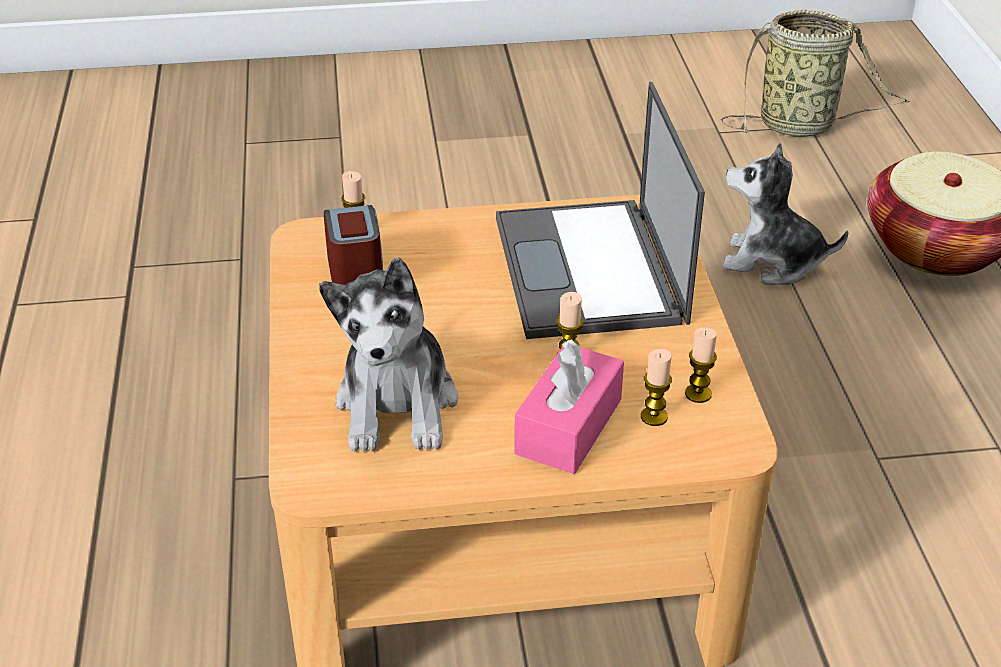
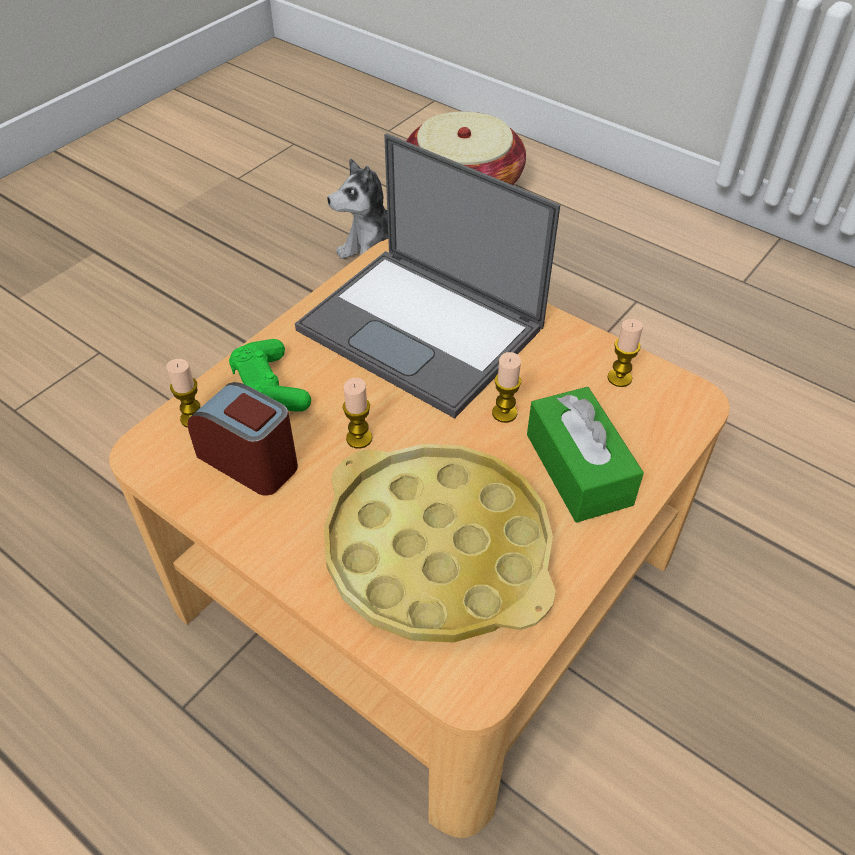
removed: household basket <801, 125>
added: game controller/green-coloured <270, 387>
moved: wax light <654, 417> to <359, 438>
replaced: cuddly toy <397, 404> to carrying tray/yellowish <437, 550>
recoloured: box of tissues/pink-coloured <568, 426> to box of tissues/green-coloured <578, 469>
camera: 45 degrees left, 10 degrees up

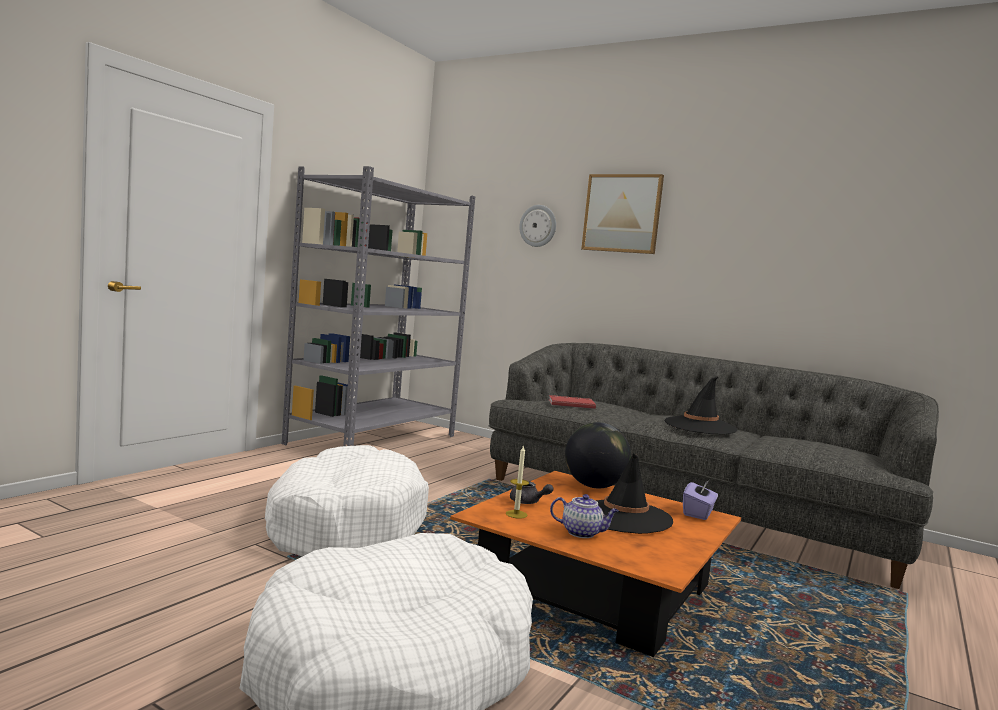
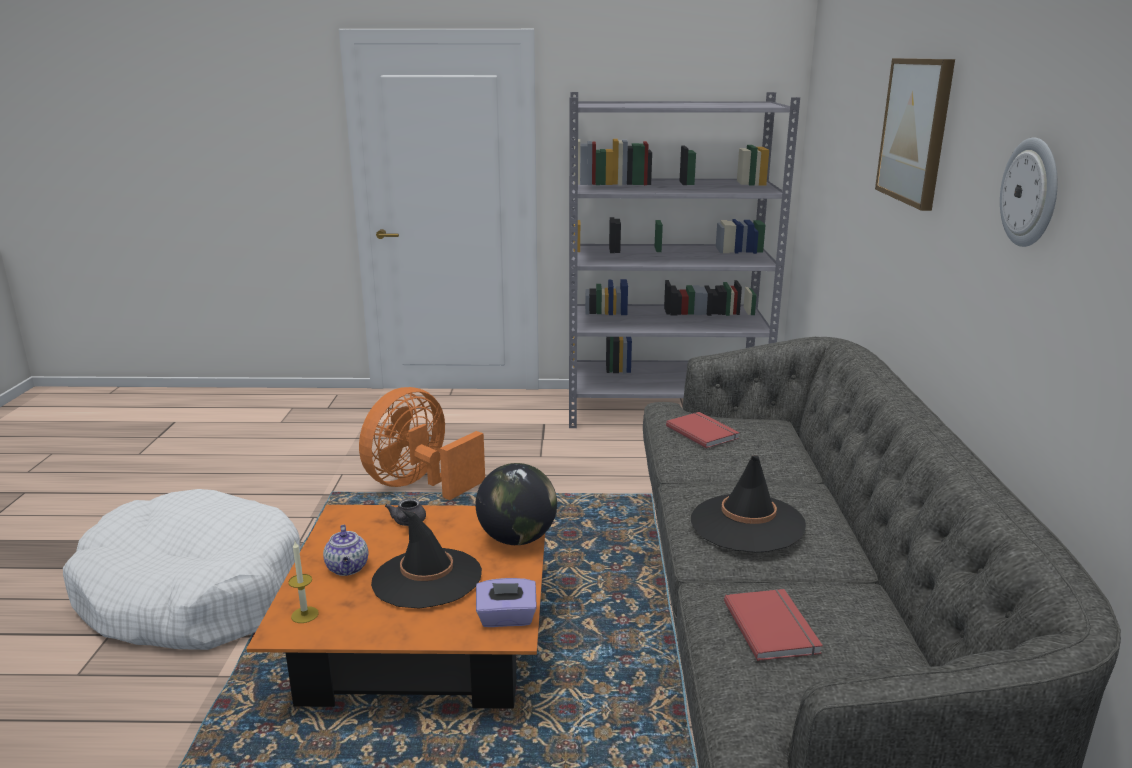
added: book/reddish <773, 627>
moved: clock on the wall <538, 226> to <1031, 192>; wax light <516, 514> to <304, 615>
replaced: pet bed/white <344, 525> to cooling fan/orange <419, 484>
camera: 60 degrees right, 15 degrees up

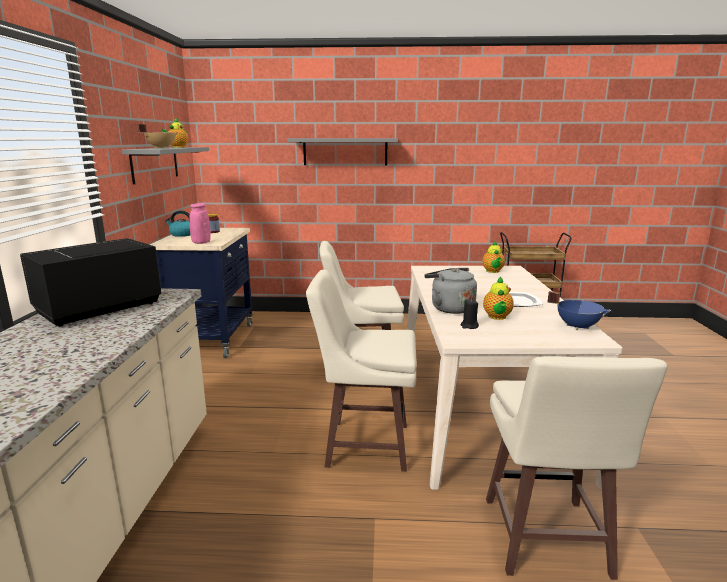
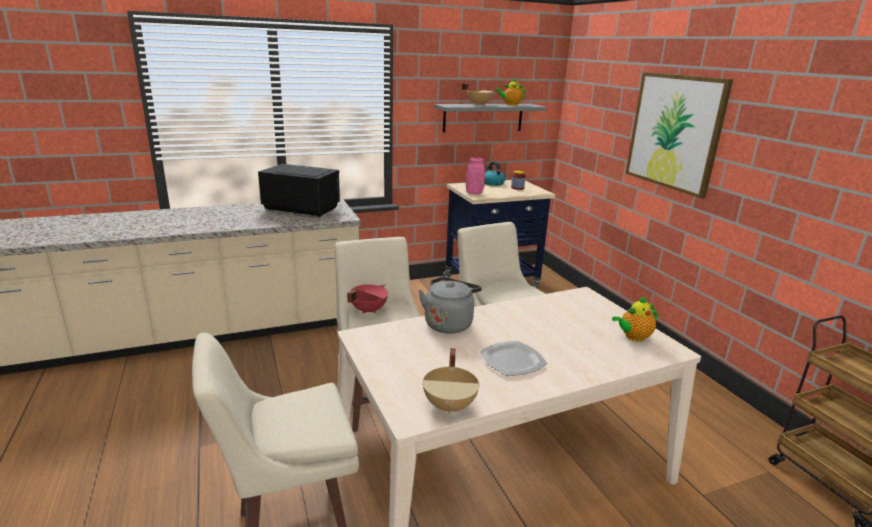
removed: teapot <497, 317>; wax light/blackish <469, 326>
added: cooking pot/reddish <368, 310>
replaced: wall shelf/greyish <345, 151> to wall picture <674, 132>
recoloured: cooking pot/blue <577, 326> to cooking pot/beige-coloured <450, 405>
camera: 65 degrees right, 5 degrees up

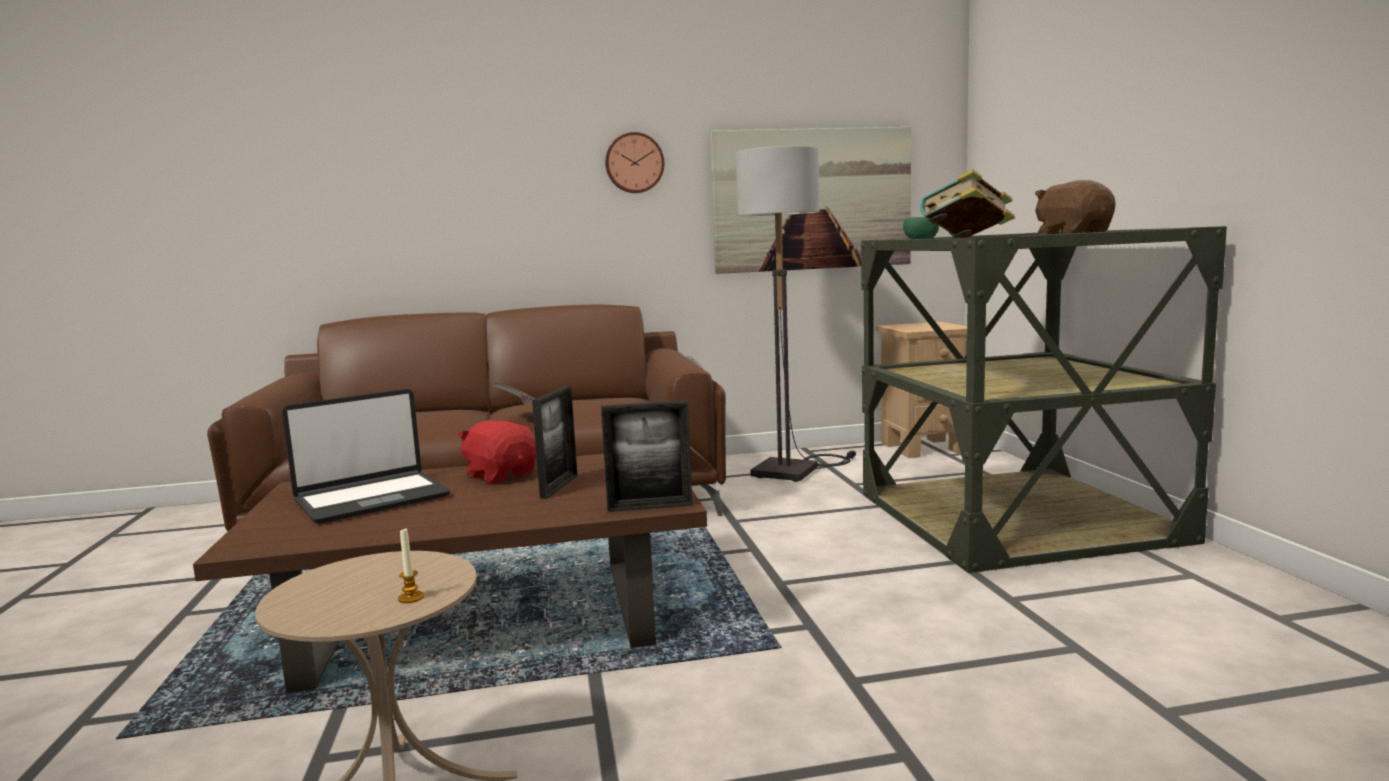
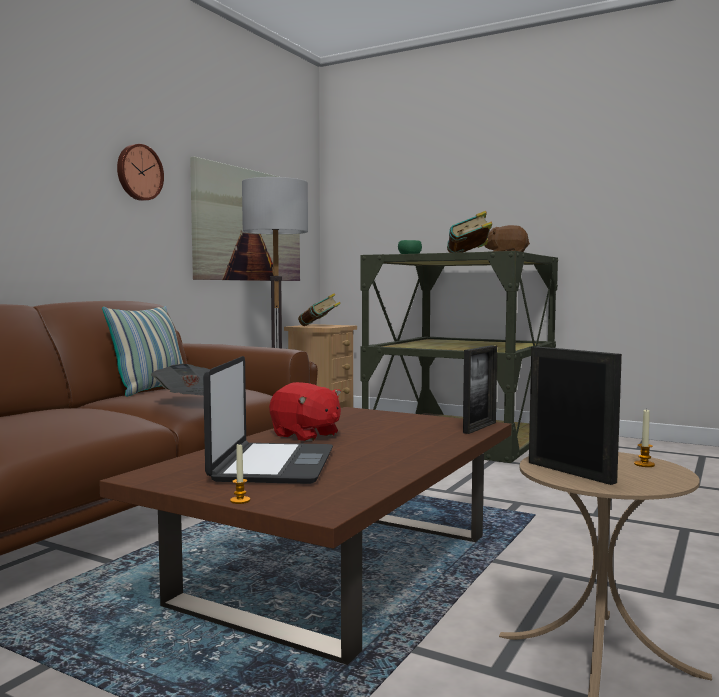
added: book <319, 326>; throw pillow <150, 389>; wax light <240, 500>
moved: picture frame <559, 486> to <570, 472>
turned: cuddly toy/reddish <501, 475> = <305, 435> 135 degrees counterclockwise
camera: 50 degrees left, 5 degrees down

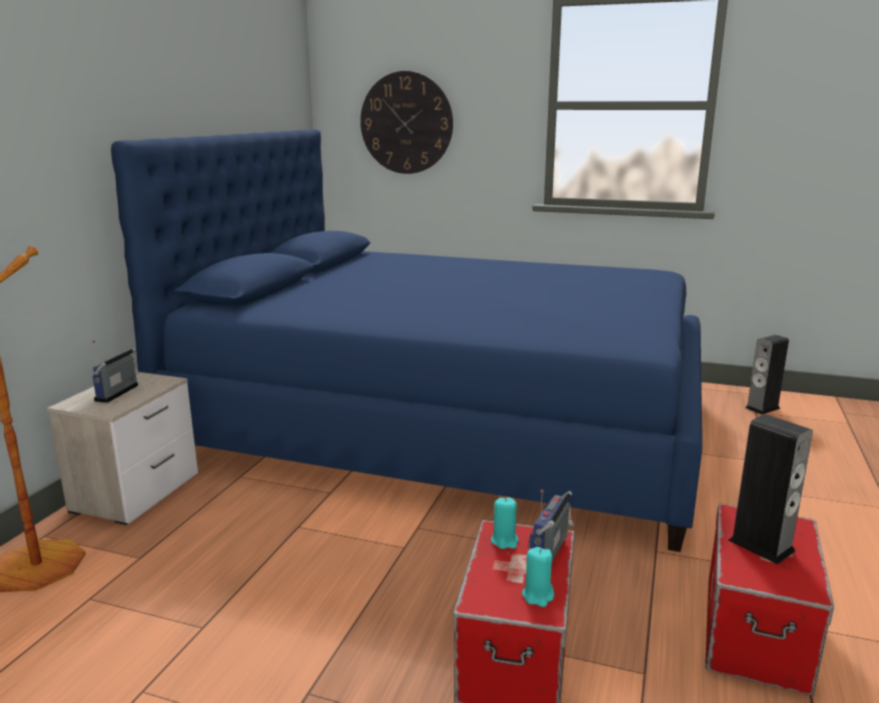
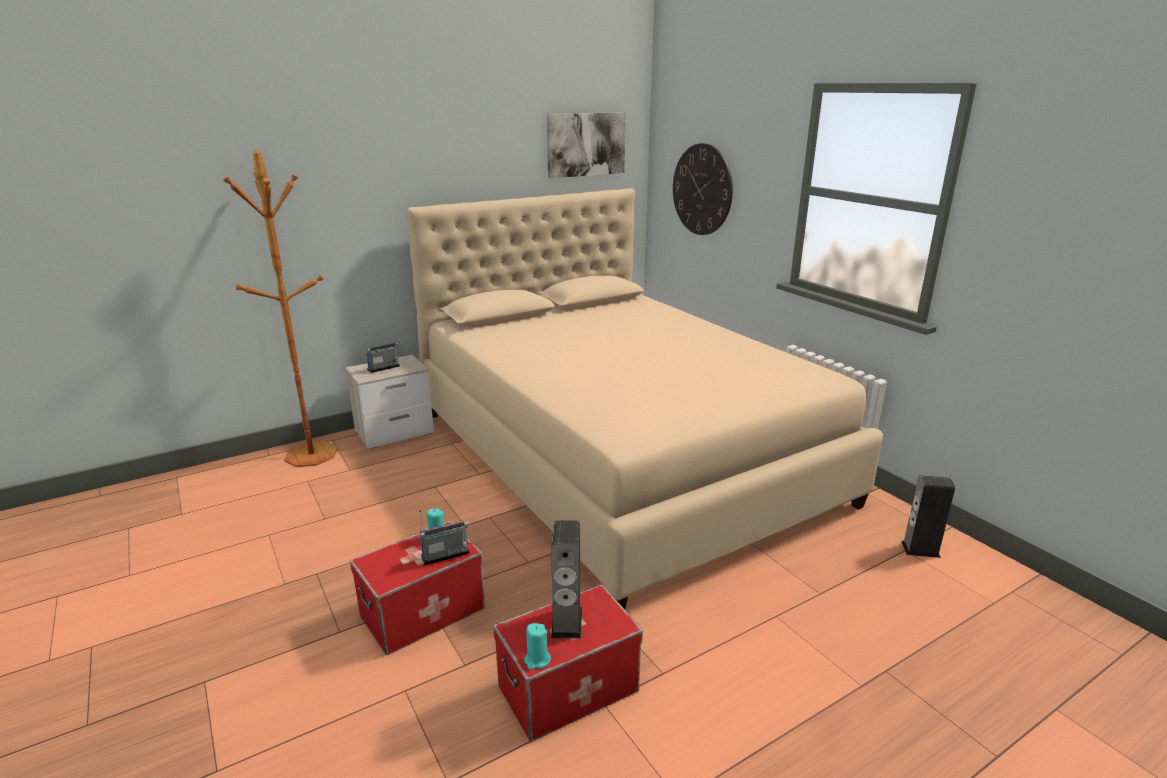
added: wall picture <586, 144>
moved: wax light/turquoise <538, 596> to <537, 660>
recoloured: sleeping bed/blue <446, 423> to sleeping bed/beige-coloured <620, 455>
camera: 40 degrees right, 5 degrees up

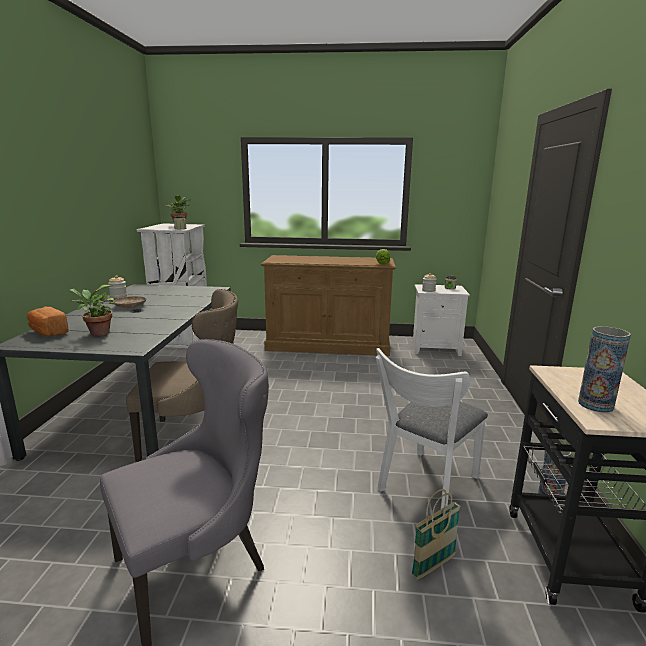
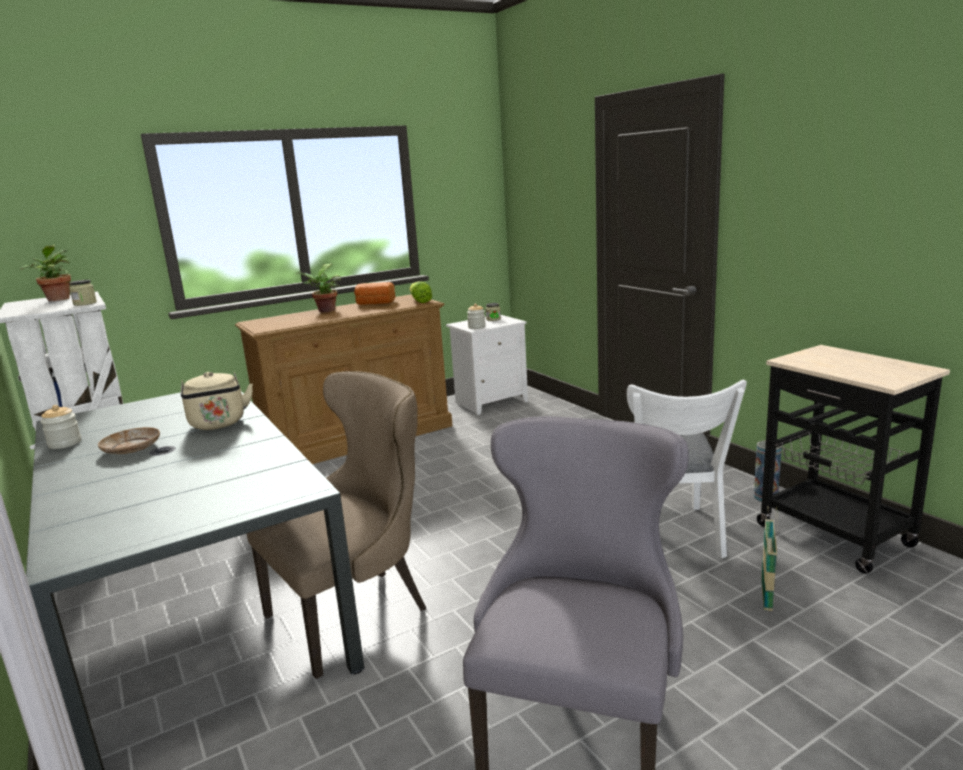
removed: flower vase <595, 405>
added: tea kettle/beige-coloured <218, 424>
moved: houseplant <97, 333> to <325, 311>; bread <48, 332> to <374, 304>
camera: 35 degrees left, 0 degrees up

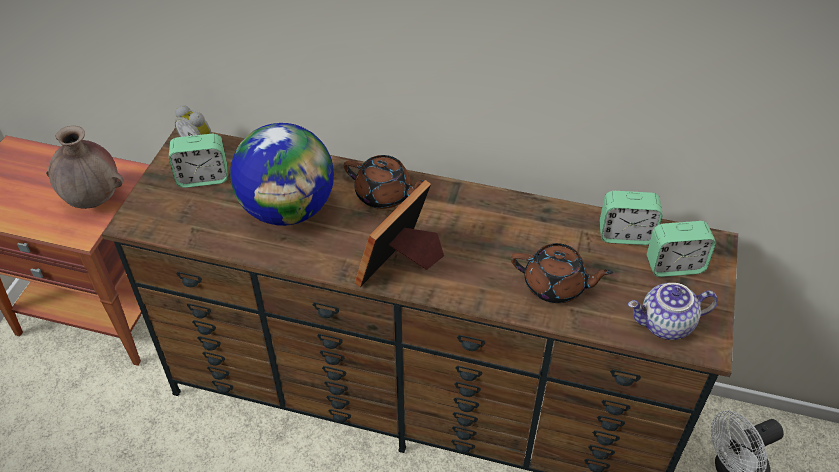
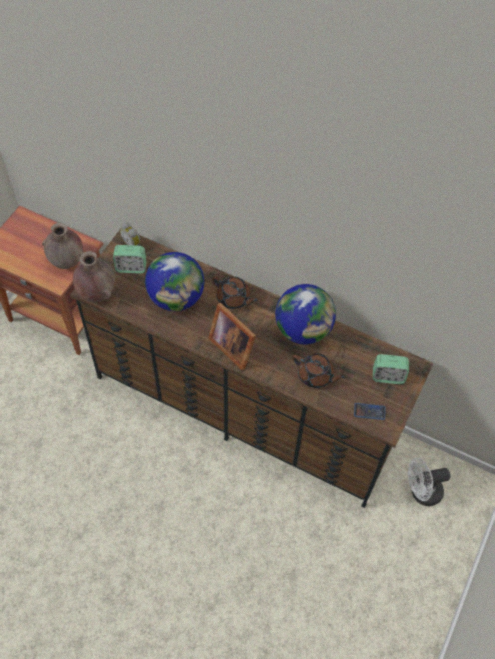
removed: bedside clock <625, 234>
added: flower vase/brown-coloured <97, 293>; globe <303, 329>
replaced: teapot <665, 325> to telephone <369, 411>
turned: picture frame <401, 264> = <233, 345> 90 degrees counterclockwise
camera: 10 degrees right, 10 degrees up

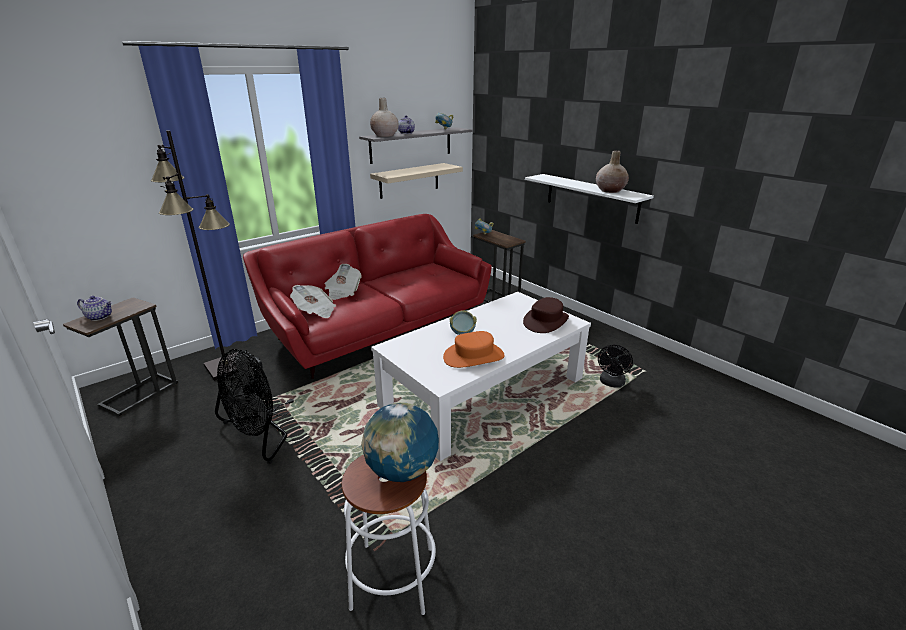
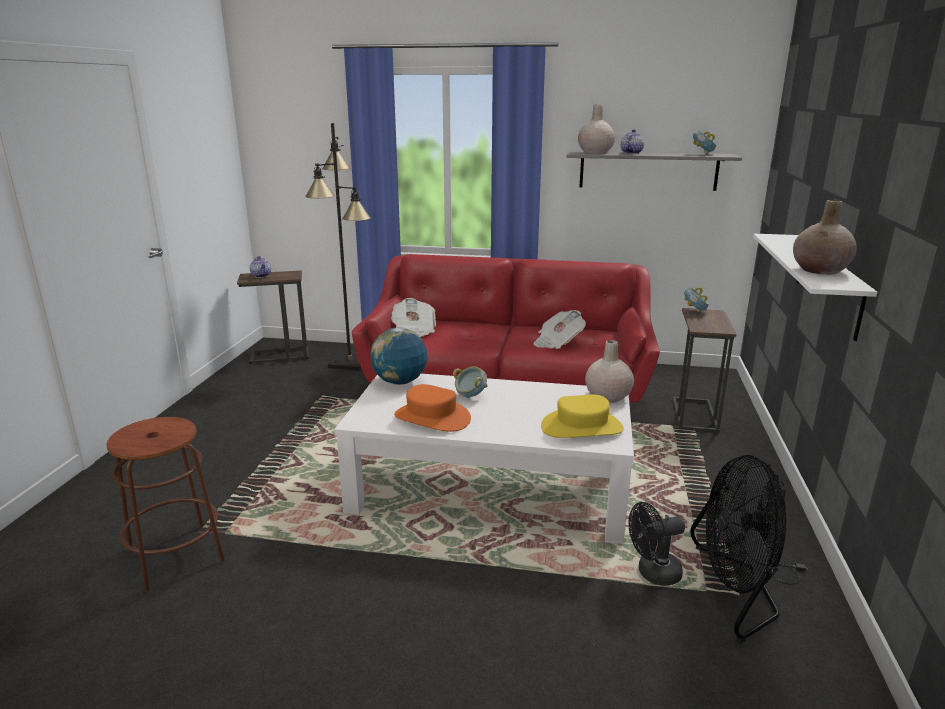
removed: wall shelf/beige-coloured <409, 180>
added: flower vase/beige-coloured <607, 396>
moved: newspaper <342, 291> to <557, 342>; cooling fan/blackish <261, 431> to <742, 588>; globe <402, 470> to <399, 382>
recoloured: clothing hat/brown-coloured <546, 321> to clothing hat/yellowish <581, 427>; stool/white <392, 577> to stool/brown-coloured <176, 556>
camera: 50 degrees right, 5 degrees down

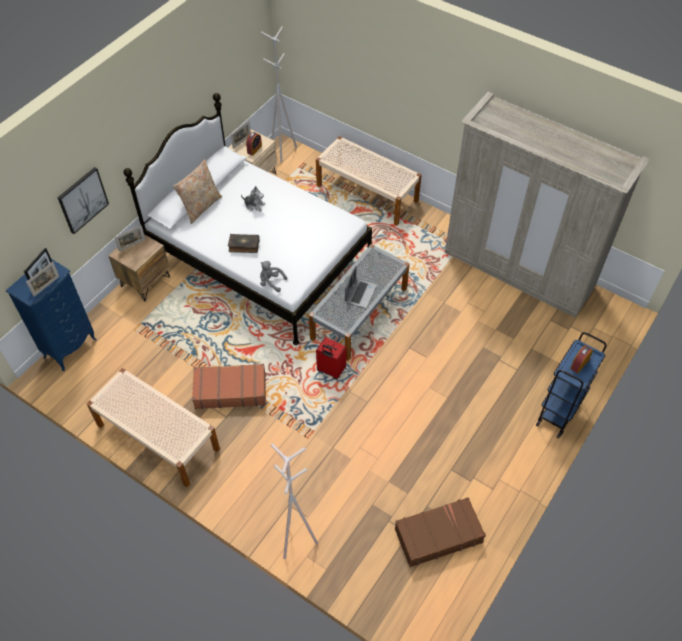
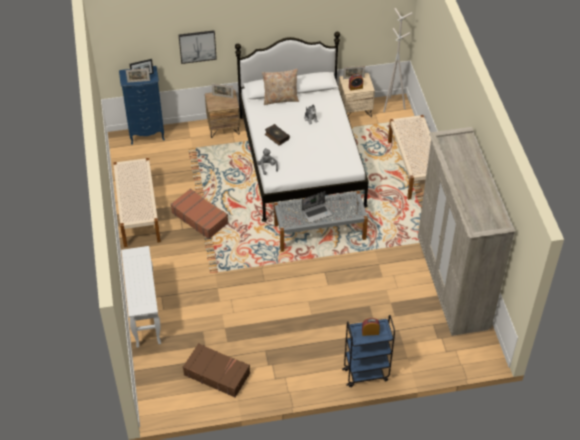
removed: piece of luggage/reddish <330, 370>
replaced: garment rack/greyish <296, 541> to hall table/white <144, 315>
camera: 45 degrees right, 5 degrees down

